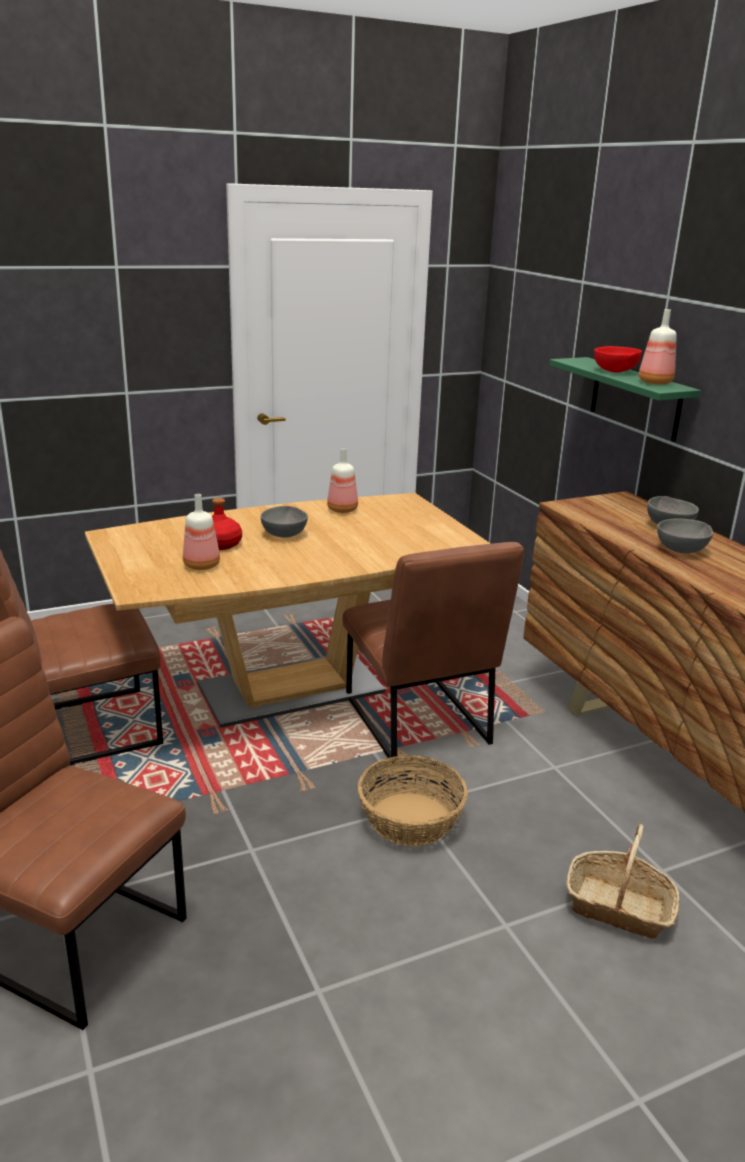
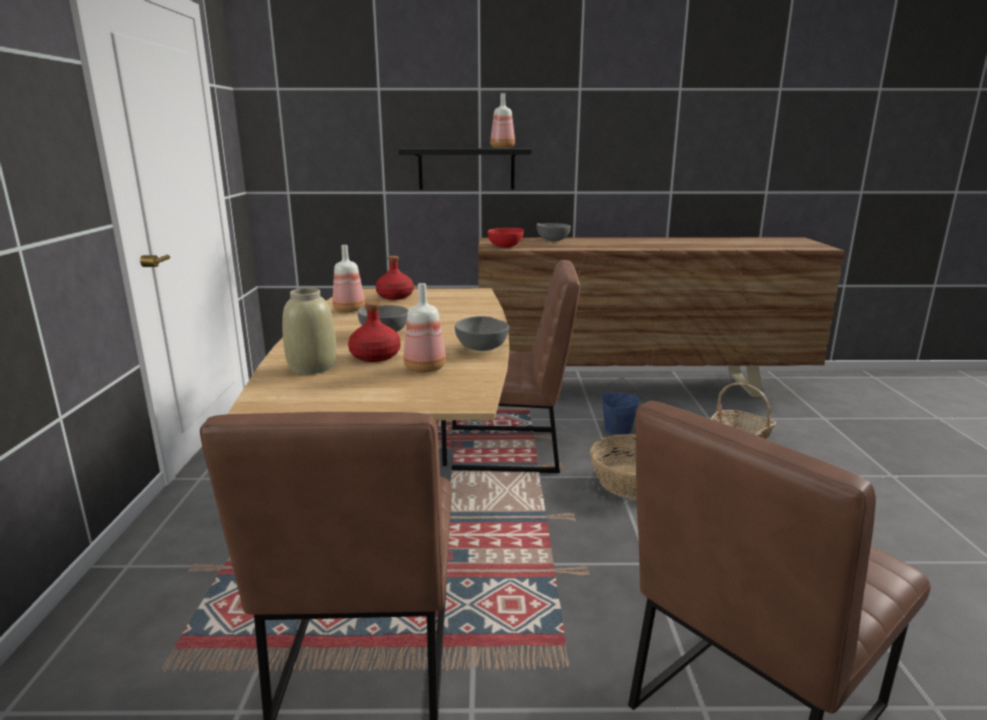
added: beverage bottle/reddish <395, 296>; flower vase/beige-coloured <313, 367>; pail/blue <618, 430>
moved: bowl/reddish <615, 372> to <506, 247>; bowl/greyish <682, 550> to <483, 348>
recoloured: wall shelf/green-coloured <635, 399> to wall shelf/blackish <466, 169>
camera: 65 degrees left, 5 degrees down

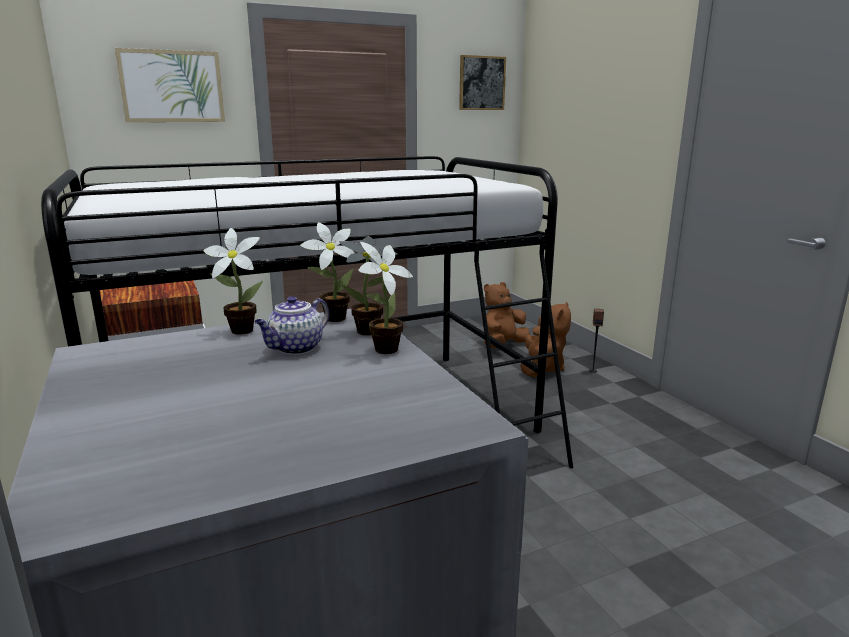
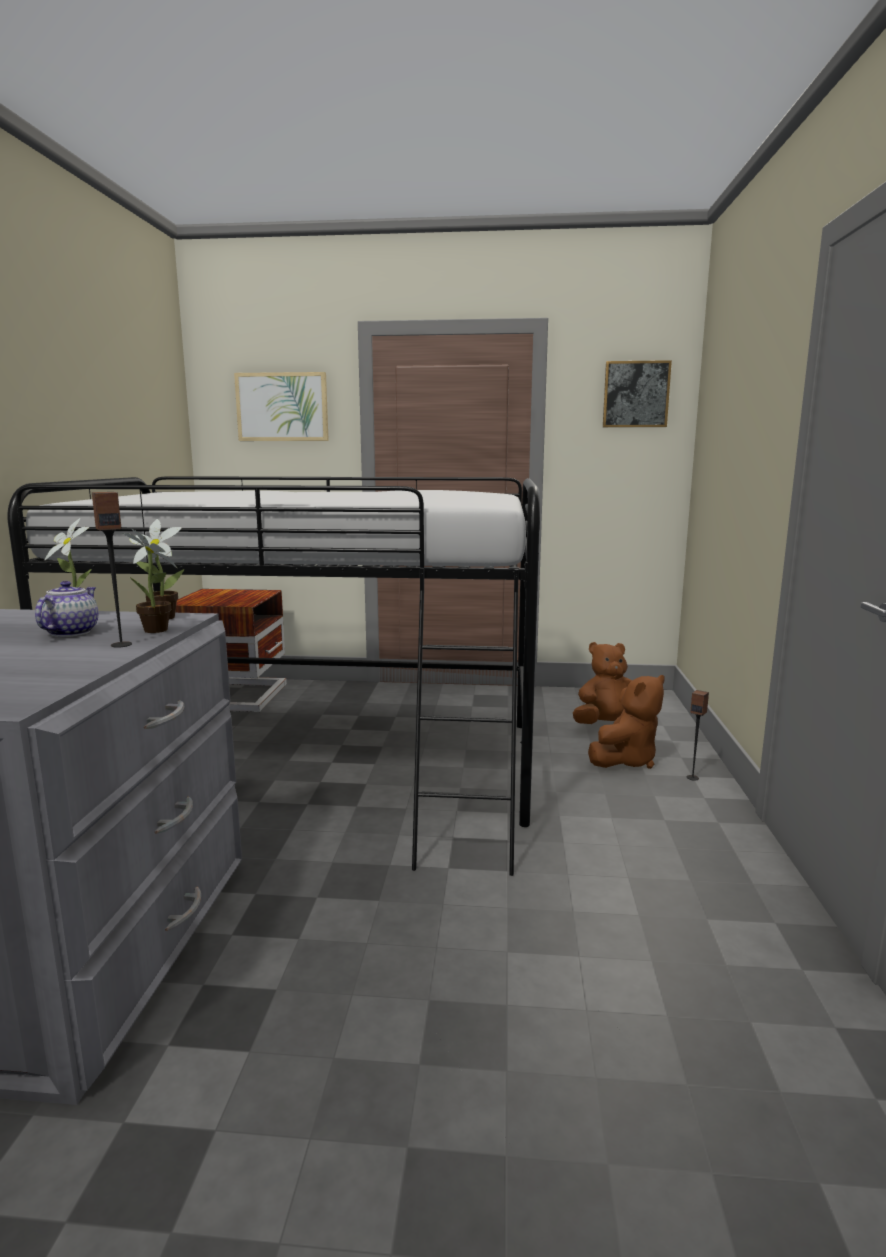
replaced: houseplant <382, 350> to speaker <121, 644>
turned: teapot <295, 348> = <71, 632> 120 degrees clockwise
camera: 30 degrees right, 5 degrees down

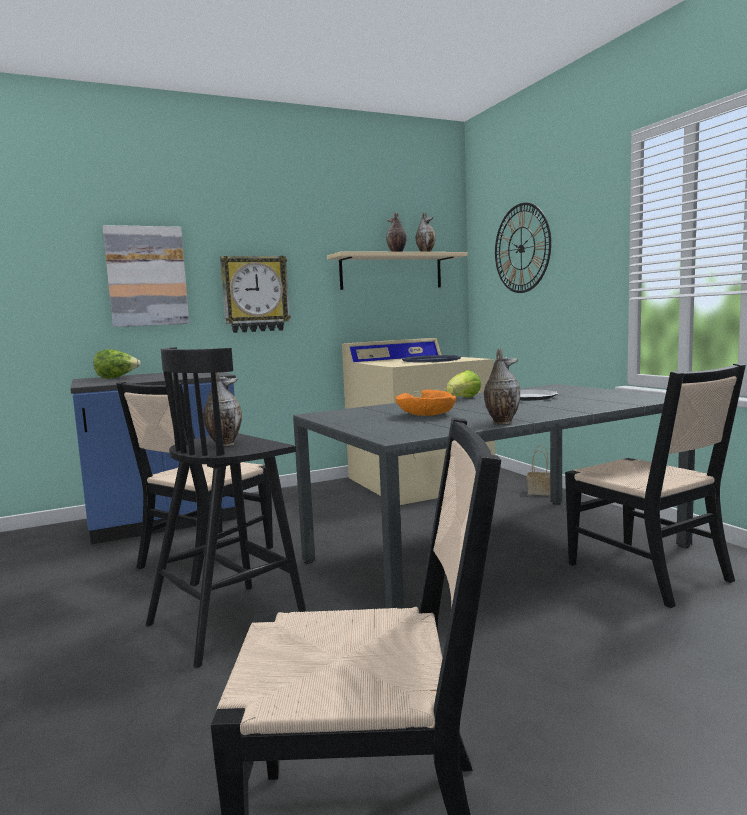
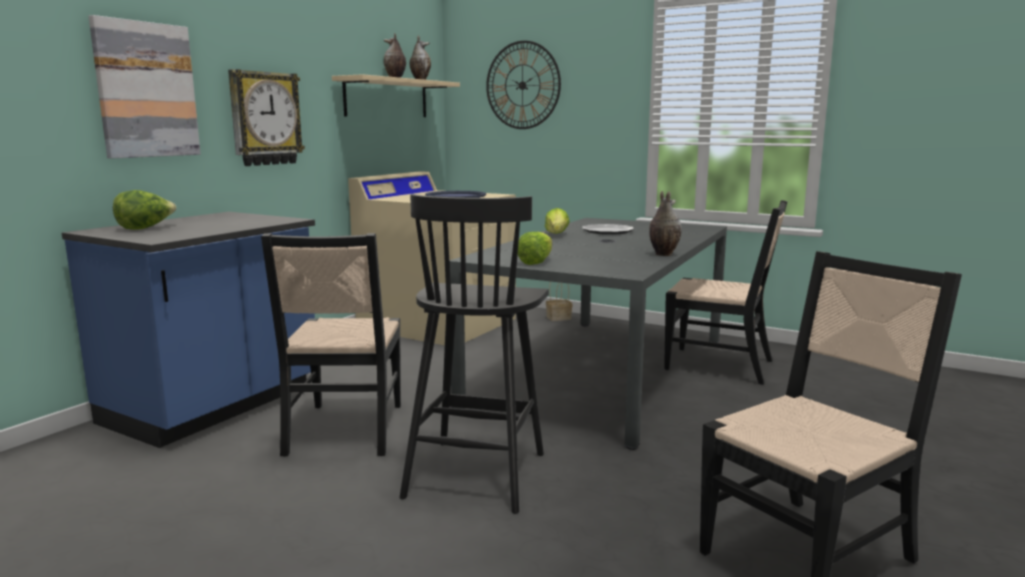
removed: flower vase <224, 444>; bowl/orange <427, 415>
added: head of lettuce <536, 262>
camera: 35 degrees left, 5 degrees up

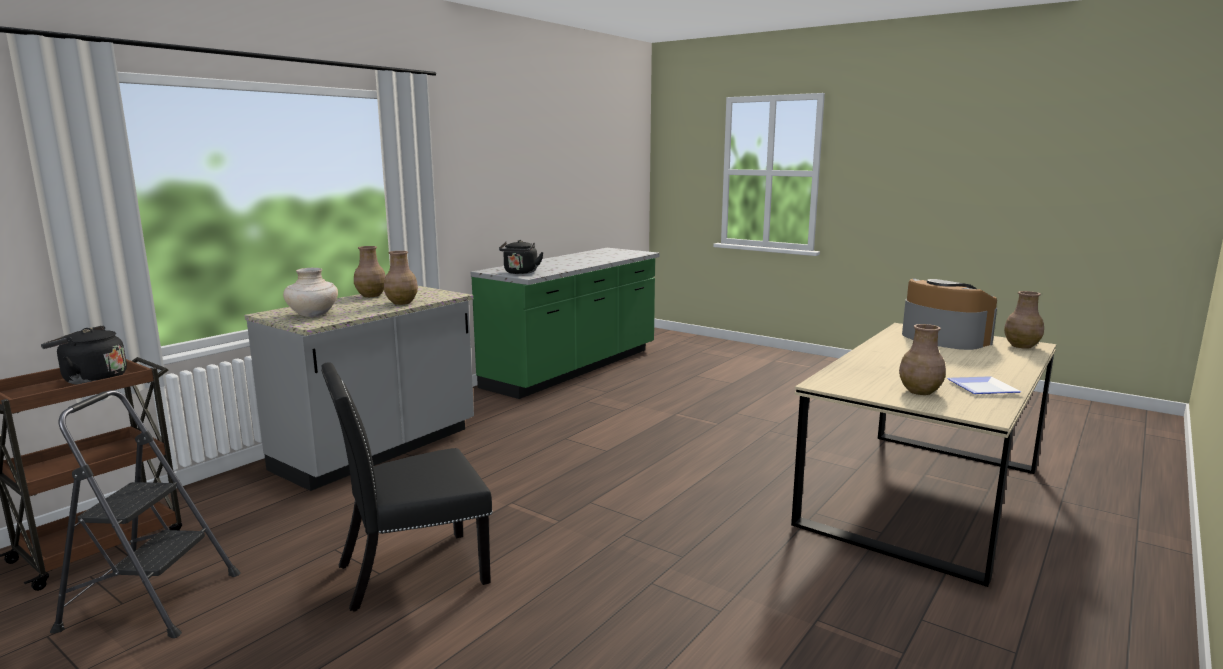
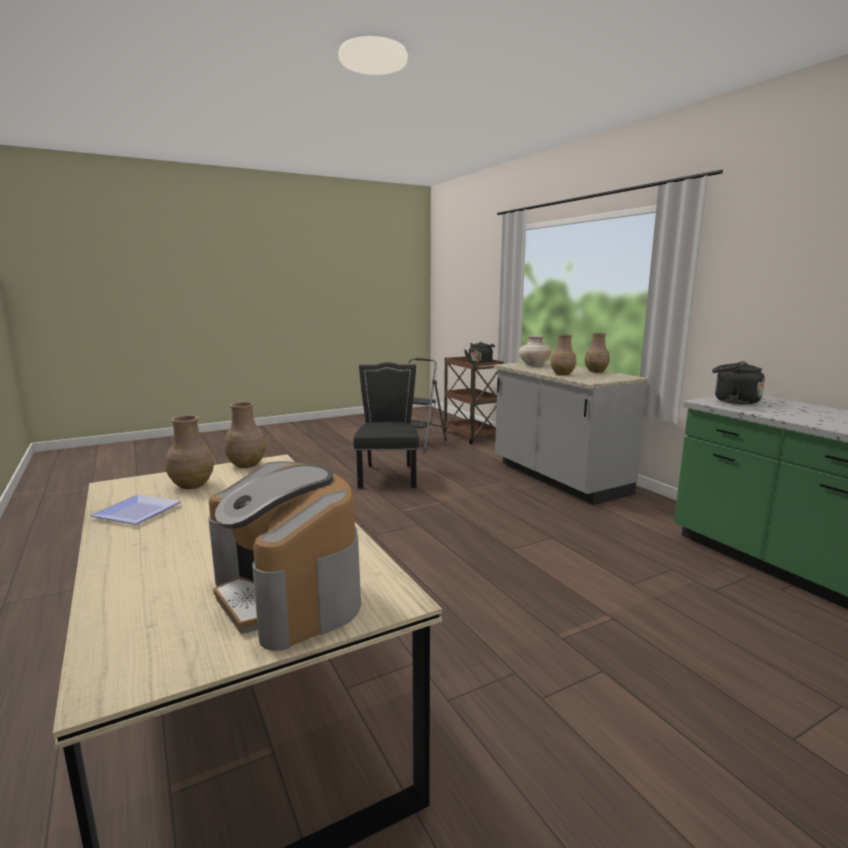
moved: flower vase/brown-coloured <1022, 346> to <246, 465>
turned: coffee brewer <943, 339> = <289, 594> 60 degrees clockwise
camera: 115 degrees right, 0 degrees up

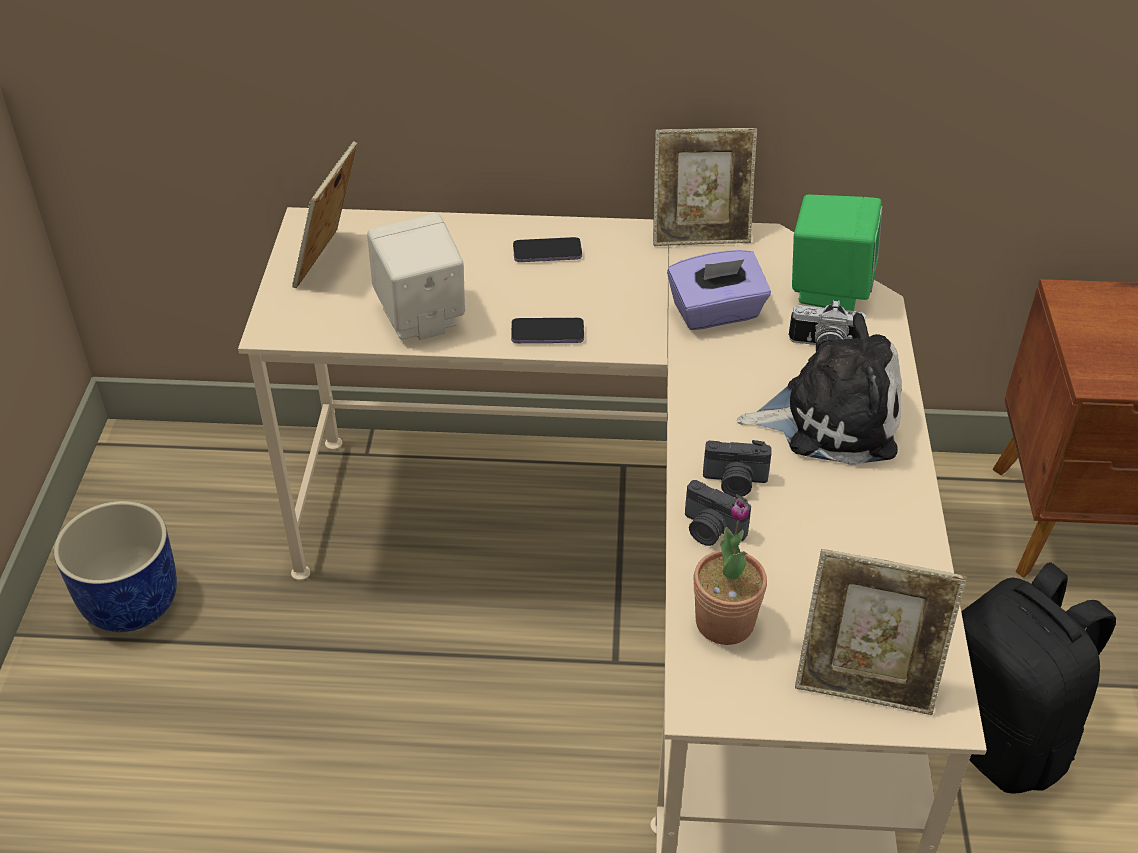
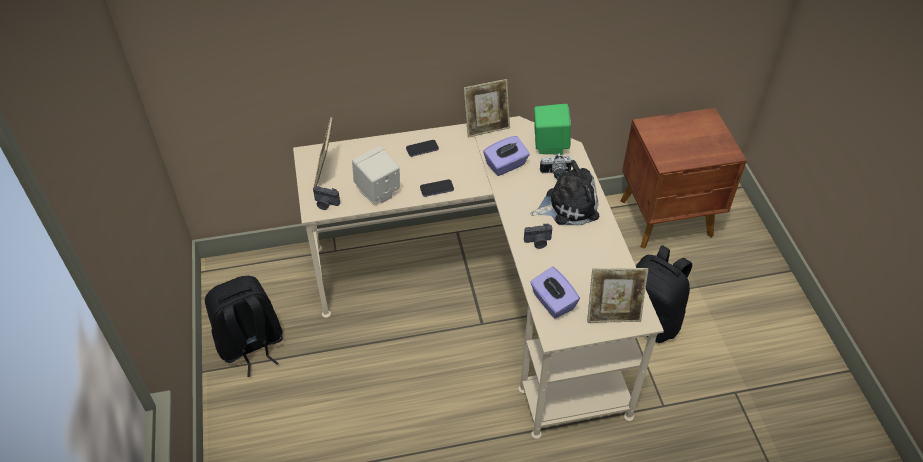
moved: still camera <711, 530> to <326, 204>
replaced: houseplant <724, 622> to box of tissues/purple <552, 302>; plant pot/blue <129, 602> to rucksack/blackish <250, 345>
camera: 15 degrees left, 5 degrees up

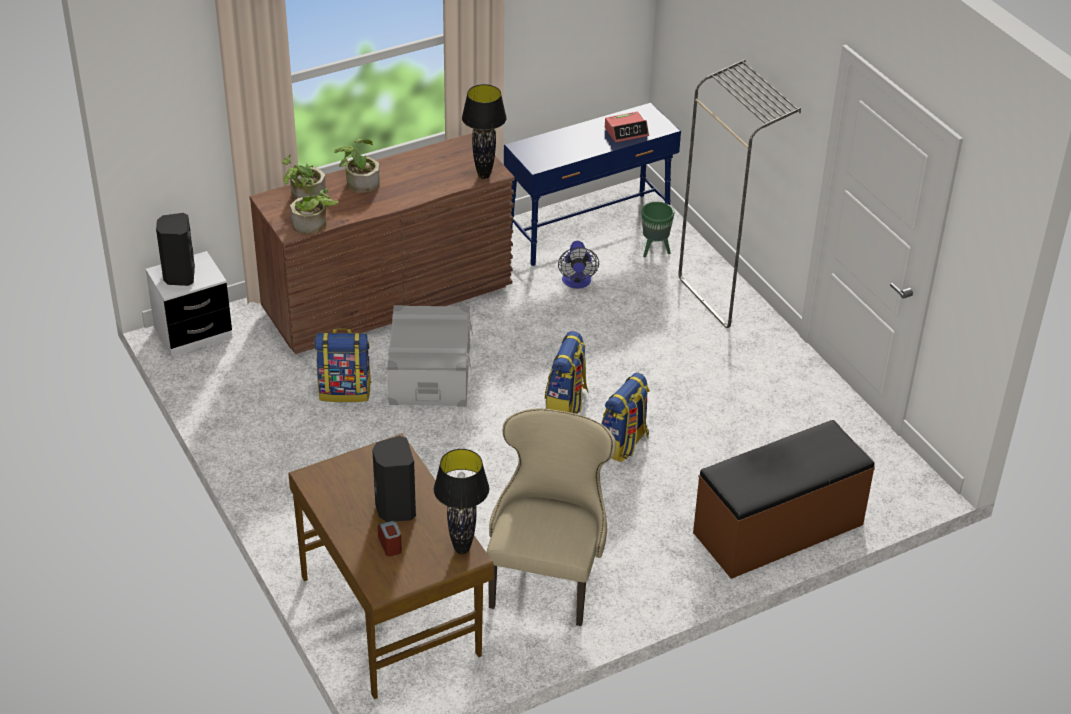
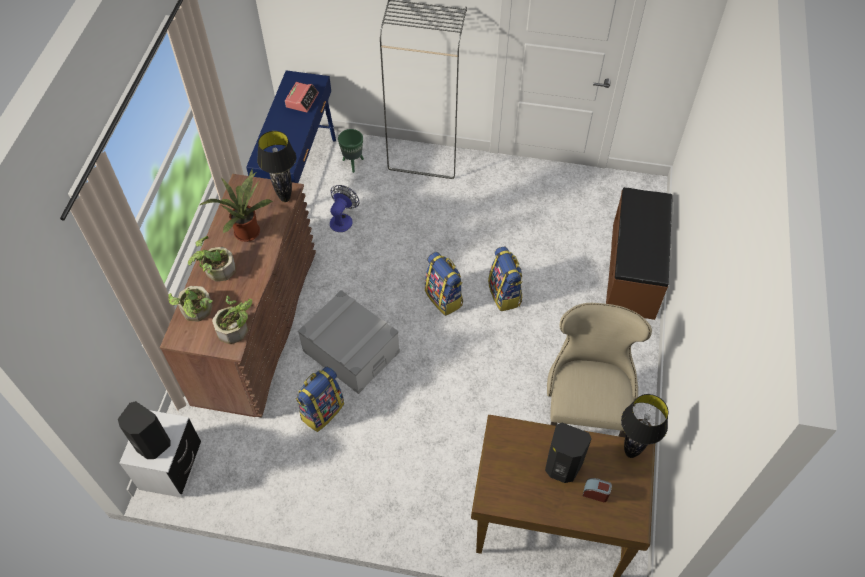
added: houseplant <246, 230>
turned: cooling fan <577, 282> = <343, 219> 105 degrees counterclockwise; chair/beige-coloured <547, 577> = <584, 410> 45 degrees clockwise
camera: 50 degrees left, 15 degrees up

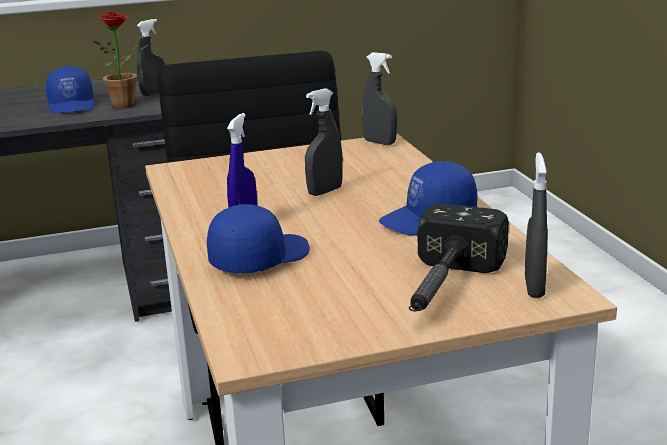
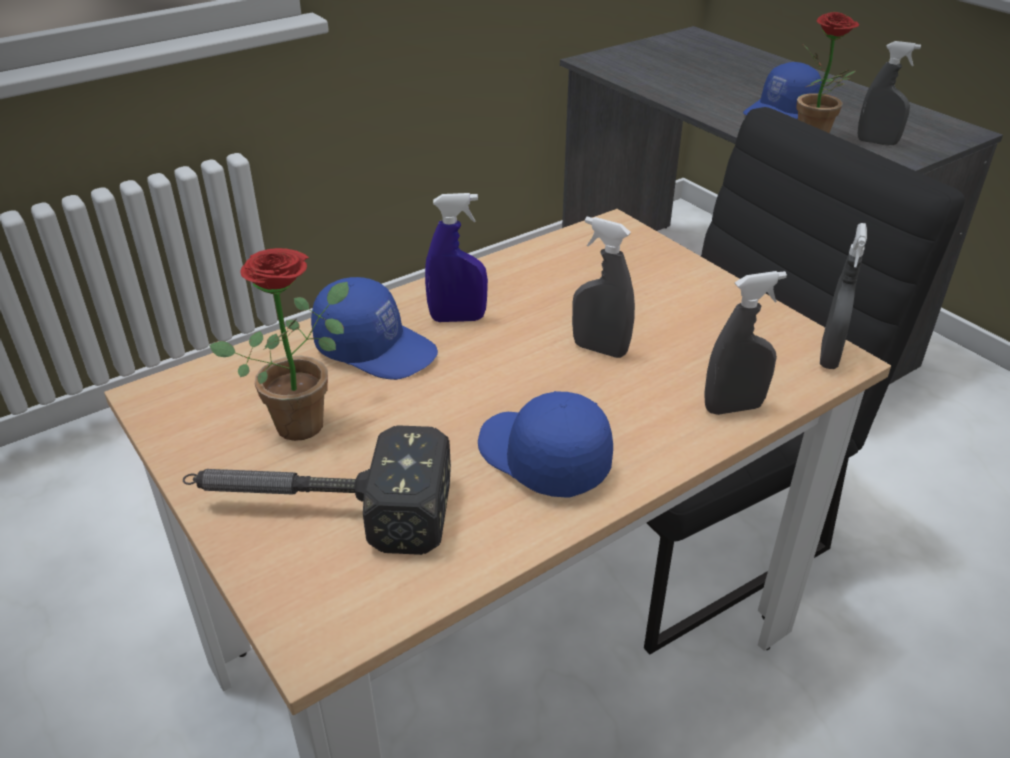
added: houseplant <305, 418>
moved: sprayer/greyish <534, 287> to <733, 407>
camera: 70 degrees right, 15 degrees up

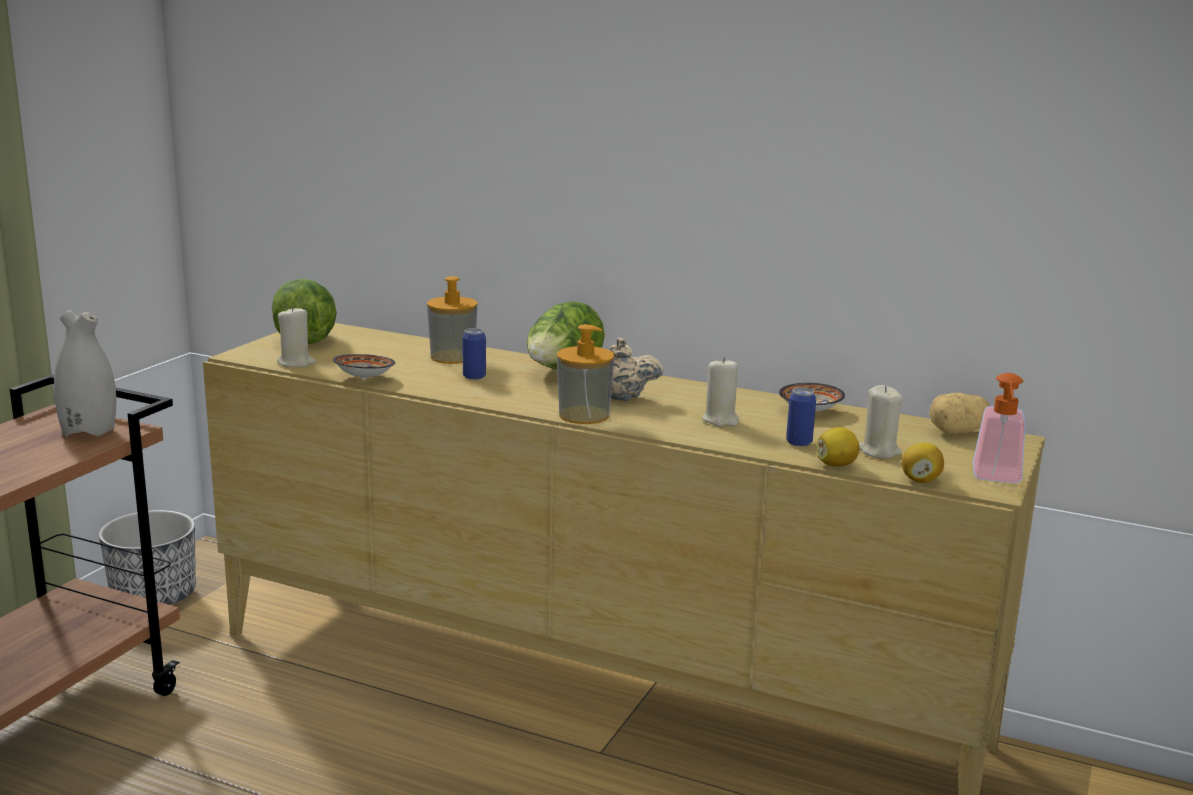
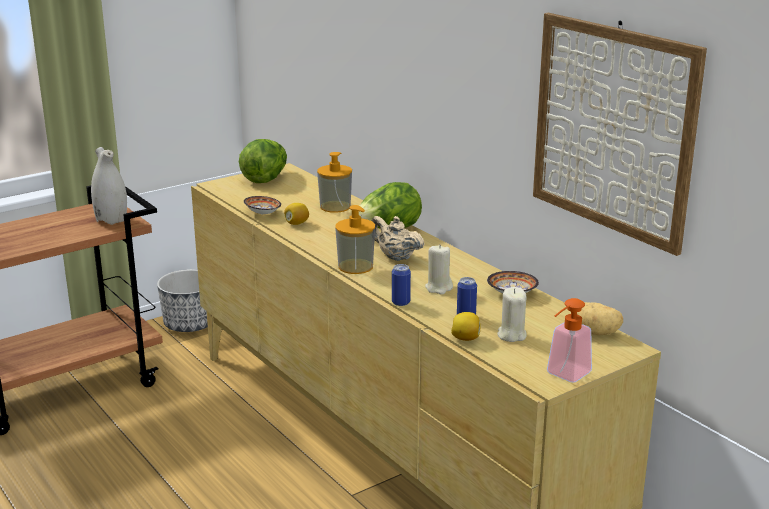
removed: wax light/beige-coloured <296, 363>
added: wall picture <613, 125>
moved: sealed can <474, 377> to <400, 302>; lemon <920, 480> to <296, 223>
camera: 30 degrees right, 5 degrees up

